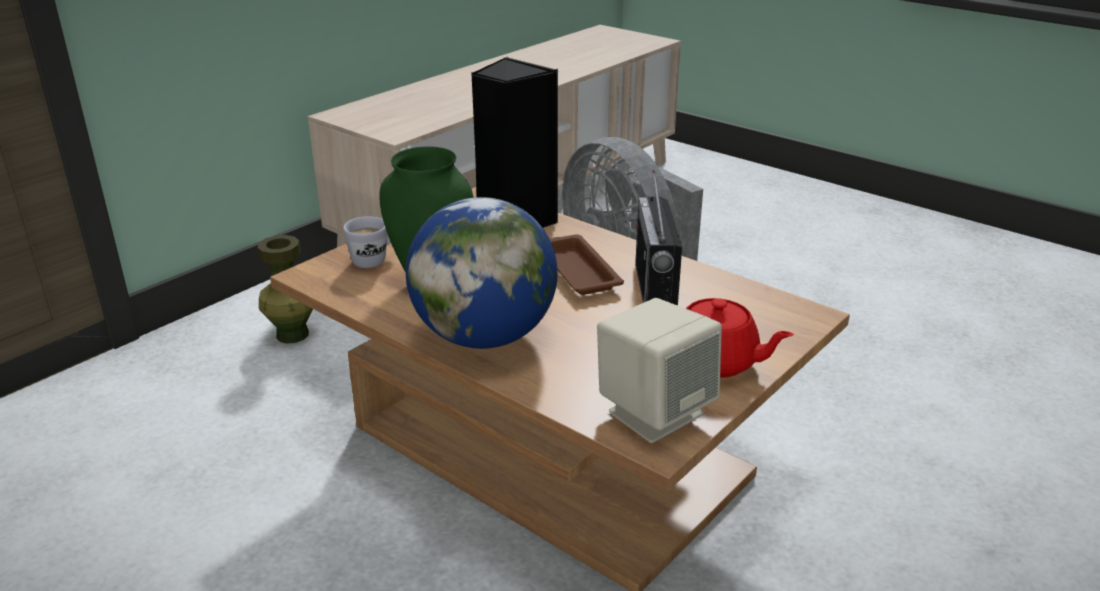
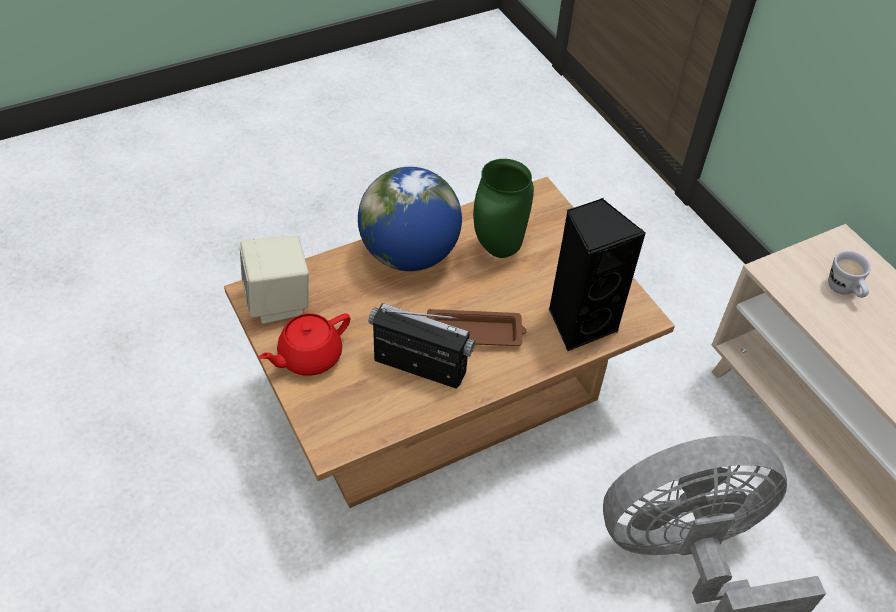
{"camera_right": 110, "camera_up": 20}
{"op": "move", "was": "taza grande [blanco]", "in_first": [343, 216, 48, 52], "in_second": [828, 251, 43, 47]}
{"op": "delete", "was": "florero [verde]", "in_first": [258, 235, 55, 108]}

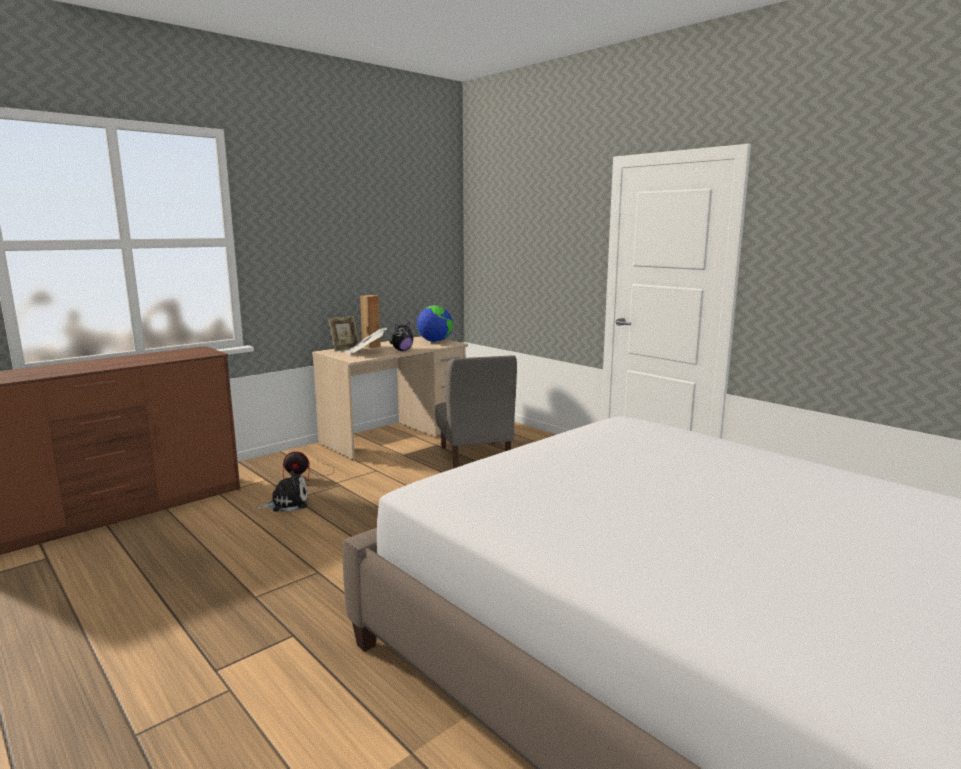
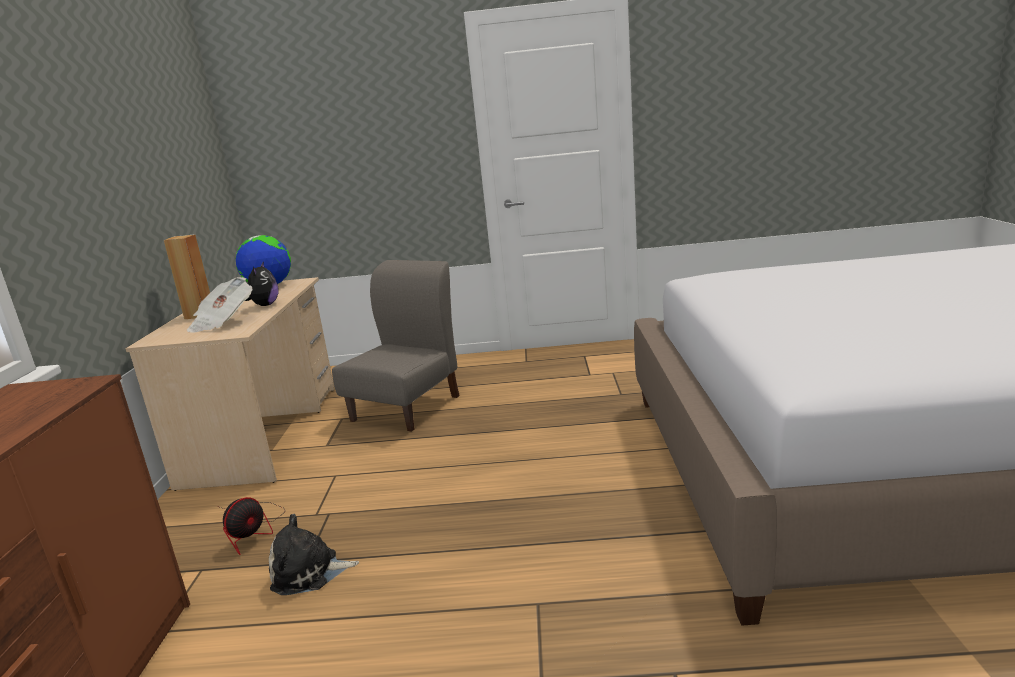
{"camera_right": -45, "camera_up": 5}
{"op": "rotate", "was": "peluche", "in_first": [256, 470, 52, 42], "in_second": [269, 514, 90, 81], "clockwise": -120}
{"op": "rotate", "was": "silla [gris]", "in_first": [435, 355, 82, 113], "in_second": [332, 260, 128, 172], "clockwise": -90}
{"op": "delete", "was": "portarretratos", "in_first": [328, 316, 31, 36]}

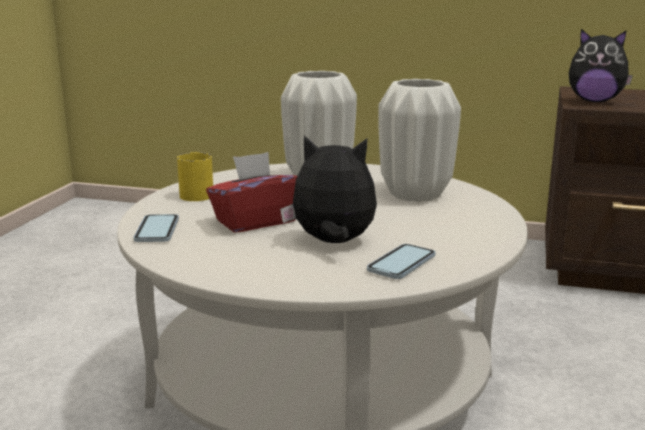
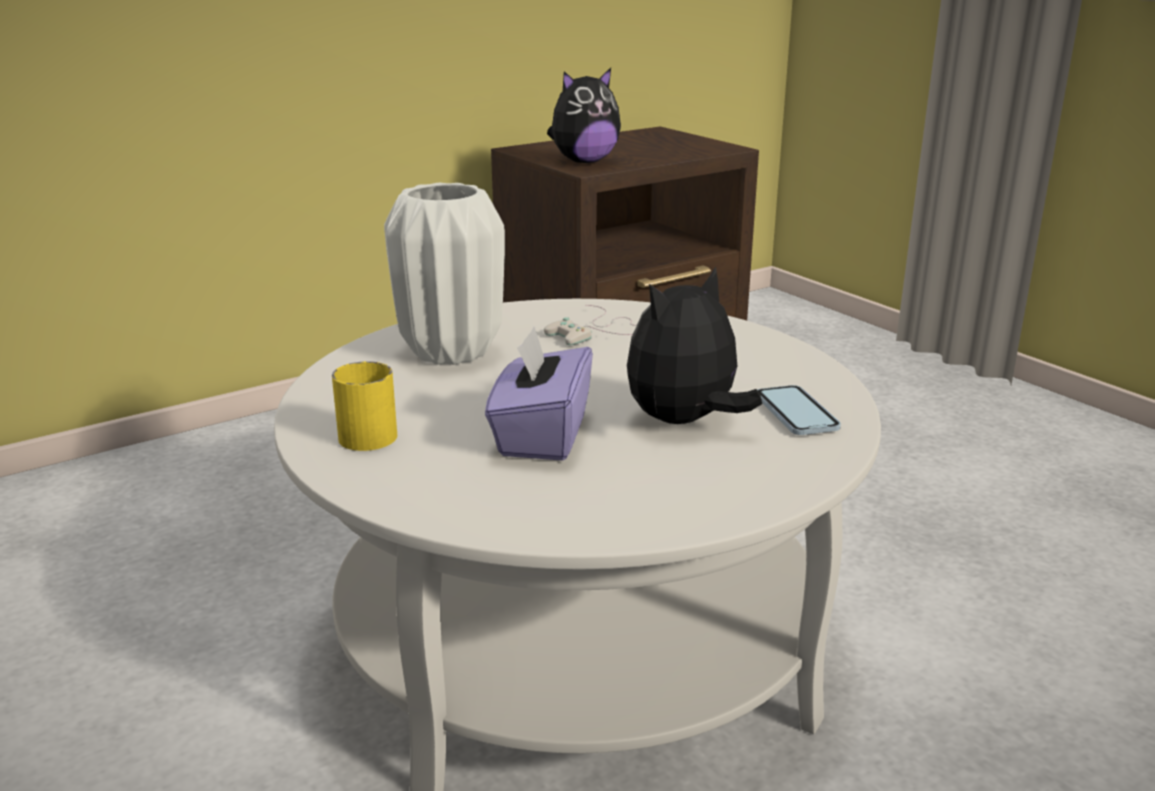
{"camera_right": -50, "camera_up": 5}
{"op": "recolor", "was": "caja de pañuelos [rojo]", "now": "caja de pañuelos [morado]", "in_first": [206, 152, 91, 81], "in_second": [485, 327, 108, 134]}
{"op": "replace", "was": "florero [blanco]", "now": "mando de consola [blanco]", "in_first": [378, 79, 83, 123], "in_second": [544, 305, 93, 40]}
{"op": "delete", "was": "móvil", "in_first": [134, 214, 45, 28]}

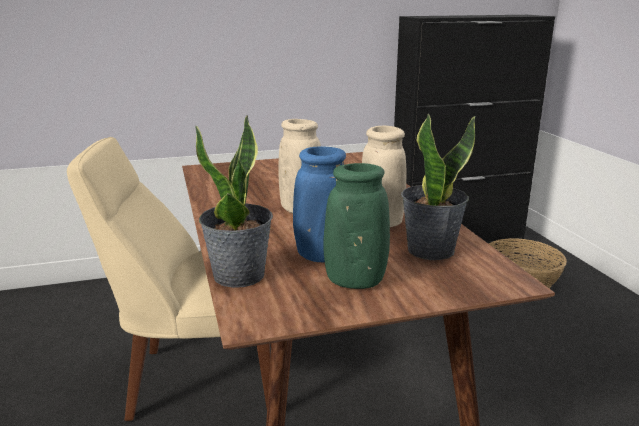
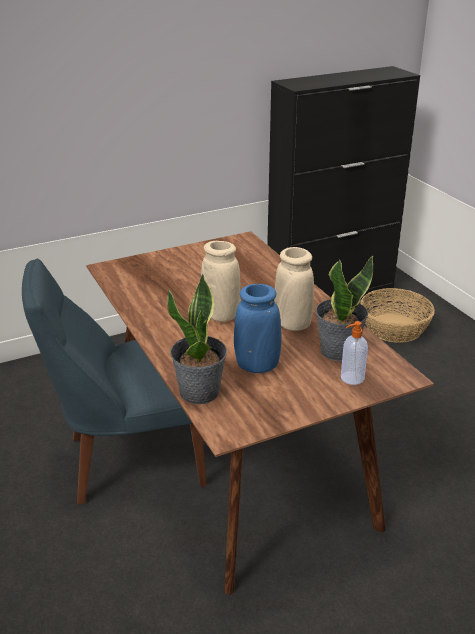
{"camera_right": -10, "camera_up": 10}
{"op": "recolor", "was": "silla [beis]", "now": "silla [azul]", "in_first": [67, 137, 205, 284], "in_second": [22, 259, 185, 245]}
{"op": "insert", "now": "dispensador de jabón", "in_second": [341, 321, 27, 64]}
{"op": "delete", "was": "florero [verde]", "in_first": [324, 163, 66, 126]}

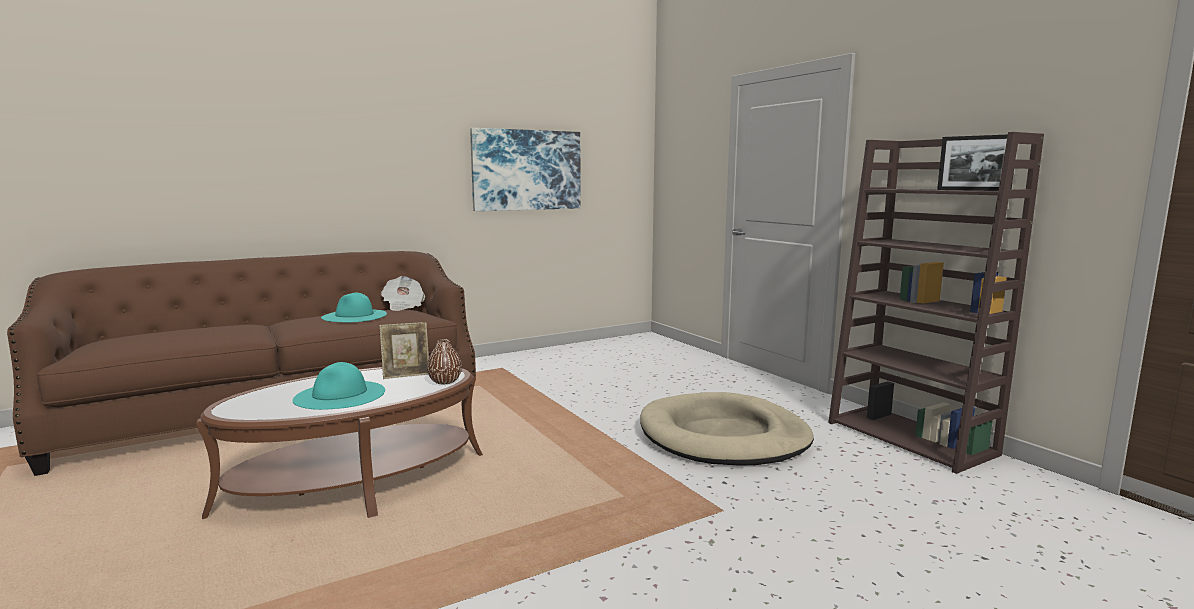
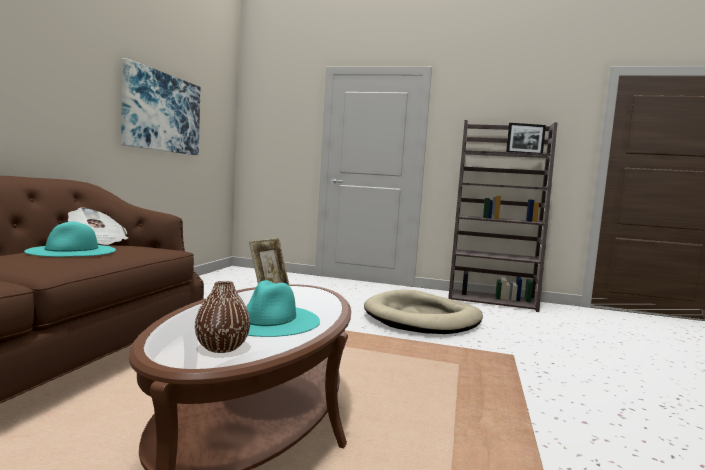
{"camera_right": -45, "camera_up": -5}
{"op": "move", "was": "florero [marrón]", "in_first": [427, 339, 35, 45], "in_second": [195, 281, 55, 72]}

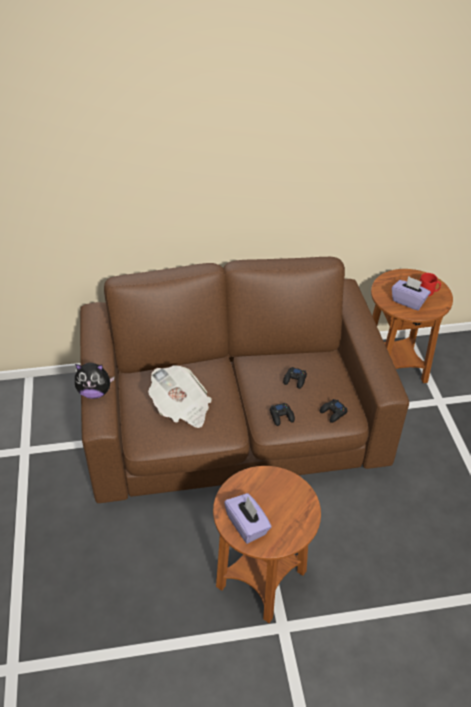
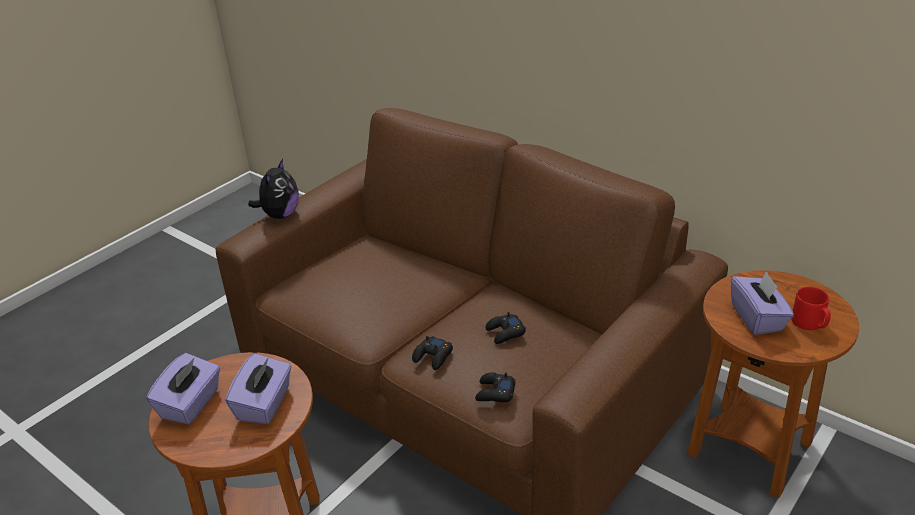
{"camera_right": 50, "camera_up": -10}
{"op": "insert", "now": "caja de pañuelos [morado]", "in_second": [226, 353, 66, 71]}
{"op": "rotate", "was": "peluche", "in_first": [75, 363, 40, 36], "in_second": [248, 159, 51, 60], "clockwise": -120}
{"op": "delete", "was": "periódico", "in_first": [148, 365, 64, 63]}

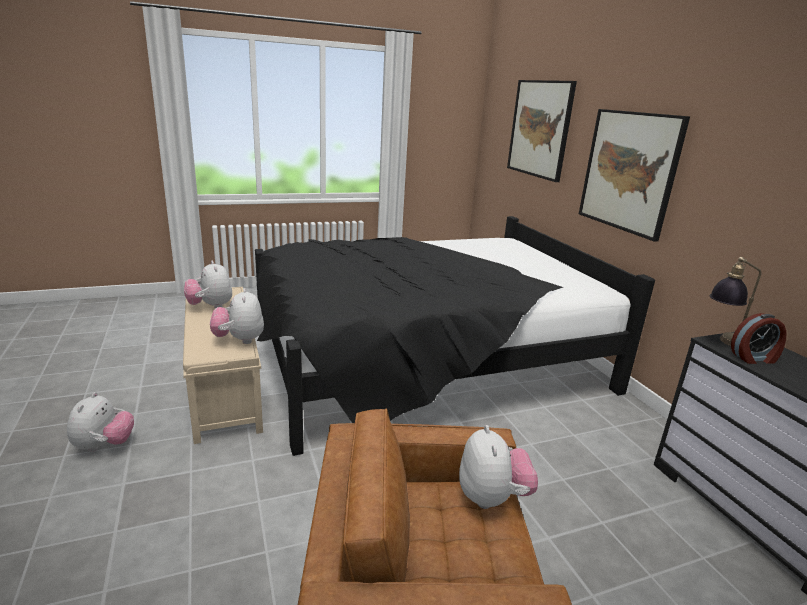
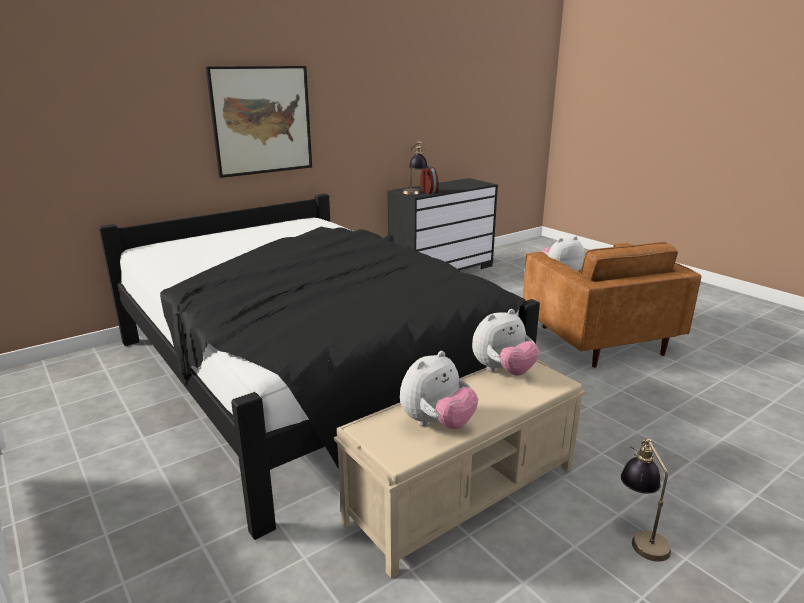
{"camera_right": -105, "camera_up": 0}
{"op": "replace", "was": "peluche", "now": "lámpara de mesa", "in_first": [67, 392, 67, 60], "in_second": [621, 438, 50, 124]}
{"op": "delete", "was": "cuadro", "in_first": [507, 80, 70, 102]}

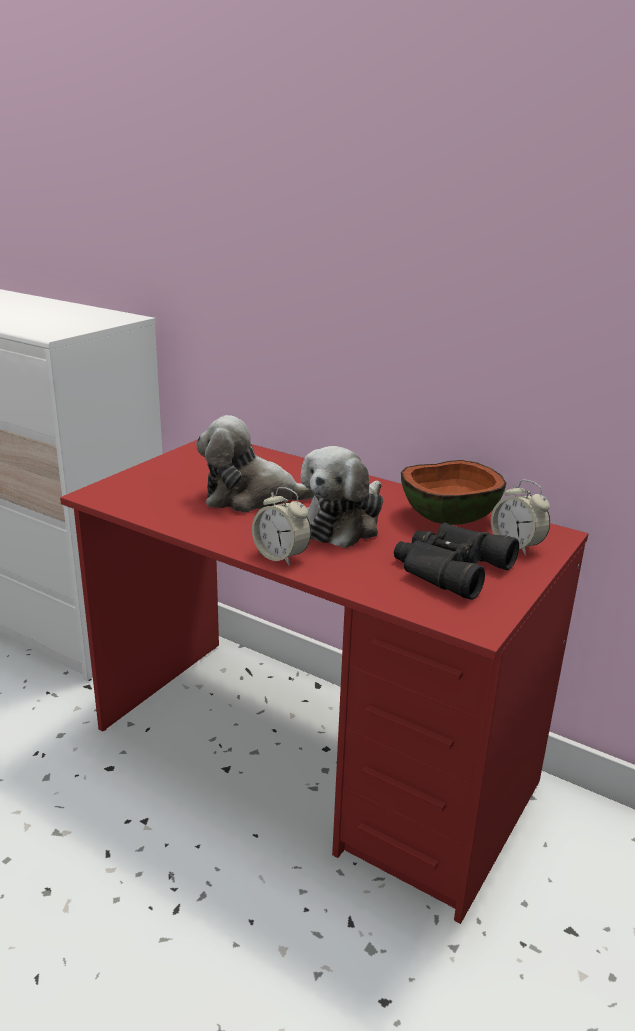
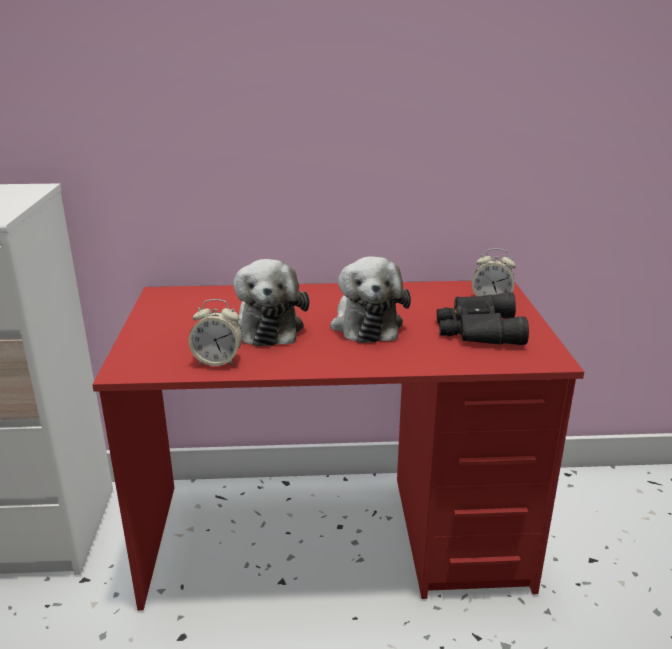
{"camera_right": -35, "camera_up": 0}
{"op": "move", "was": "despertador", "in_first": [252, 487, 59, 79], "in_second": [188, 299, 54, 67]}
{"op": "rotate", "was": "peluche", "in_first": [196, 415, 119, 97], "in_second": [234, 259, 75, 88], "clockwise": -60}
{"op": "delete", "was": "cuenco", "in_first": [401, 460, 105, 65]}

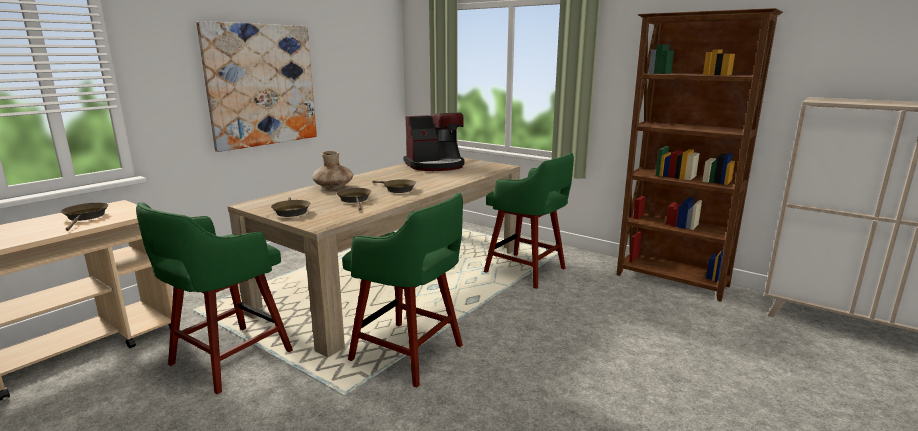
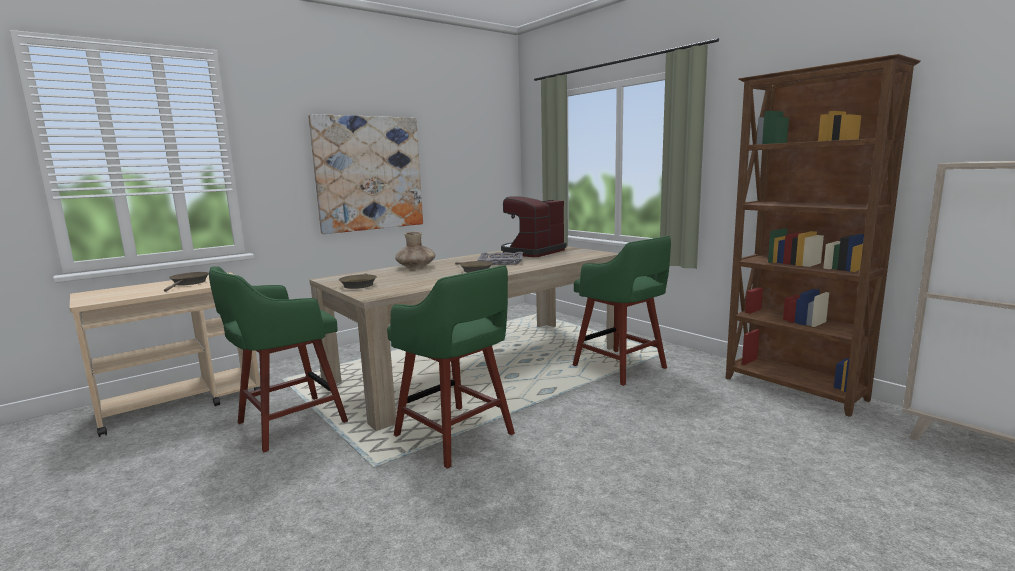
{"camera_right": 15, "camera_up": -5}
{"op": "insert", "now": "bandeja [gris]", "in_second": [478, 252, 45, 13]}
{"op": "rotate", "was": "cafetera", "in_first": [404, 113, 60, 58], "in_second": [501, 196, 66, 61], "clockwise": 135}
{"op": "delete", "was": "sartén [marrón]", "in_first": [336, 188, 35, 23]}

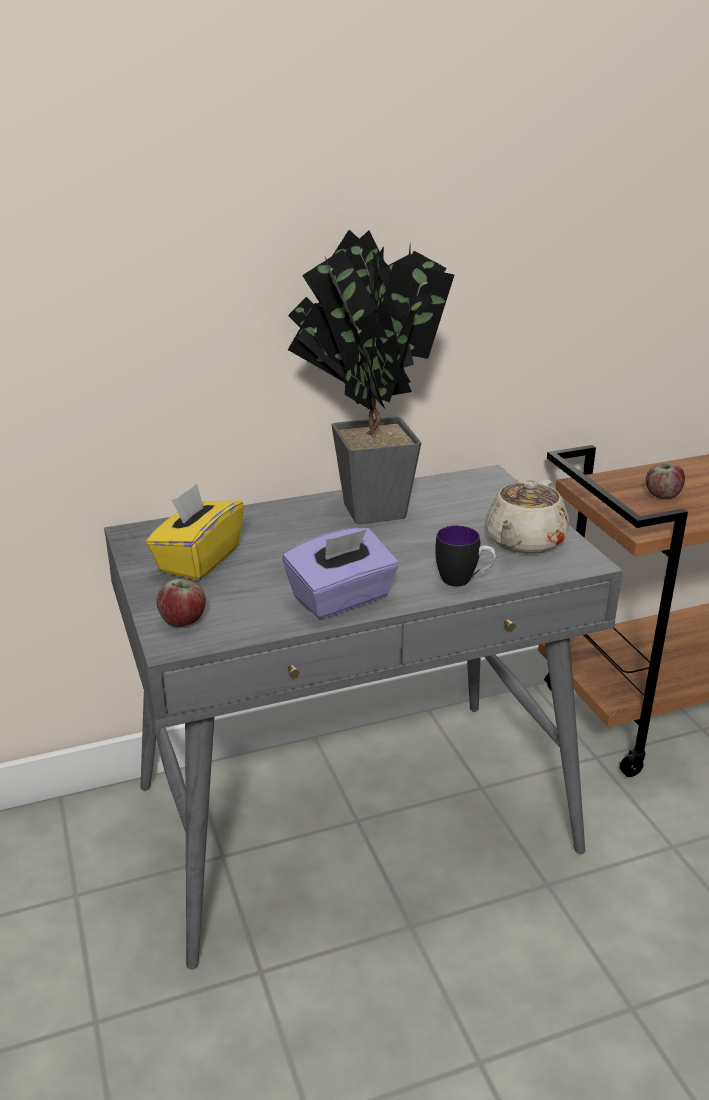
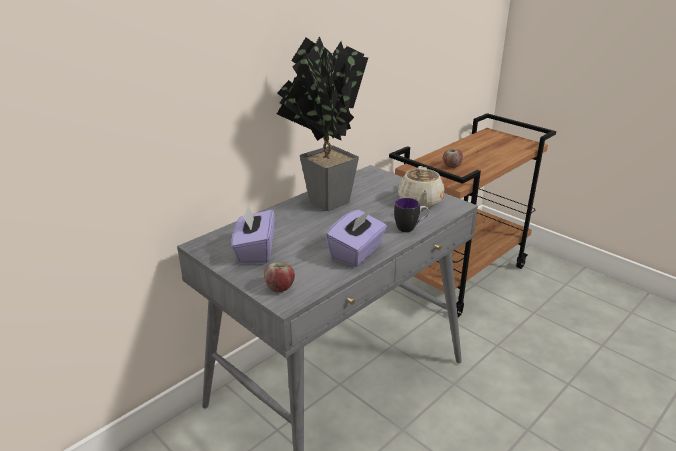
{"camera_right": -25, "camera_up": 0}
{"op": "recolor", "was": "caja de pañuelos [amarillo]", "now": "caja de pañuelos [morado]", "in_first": [146, 484, 98, 96], "in_second": [231, 205, 44, 58]}

